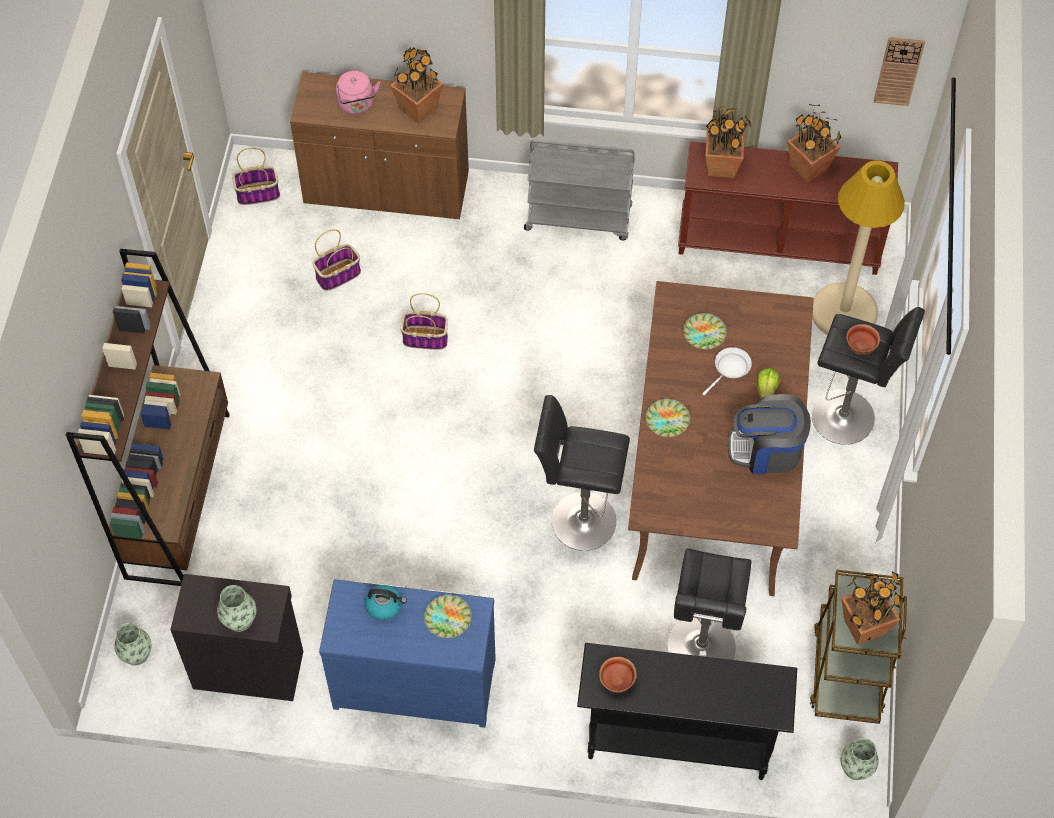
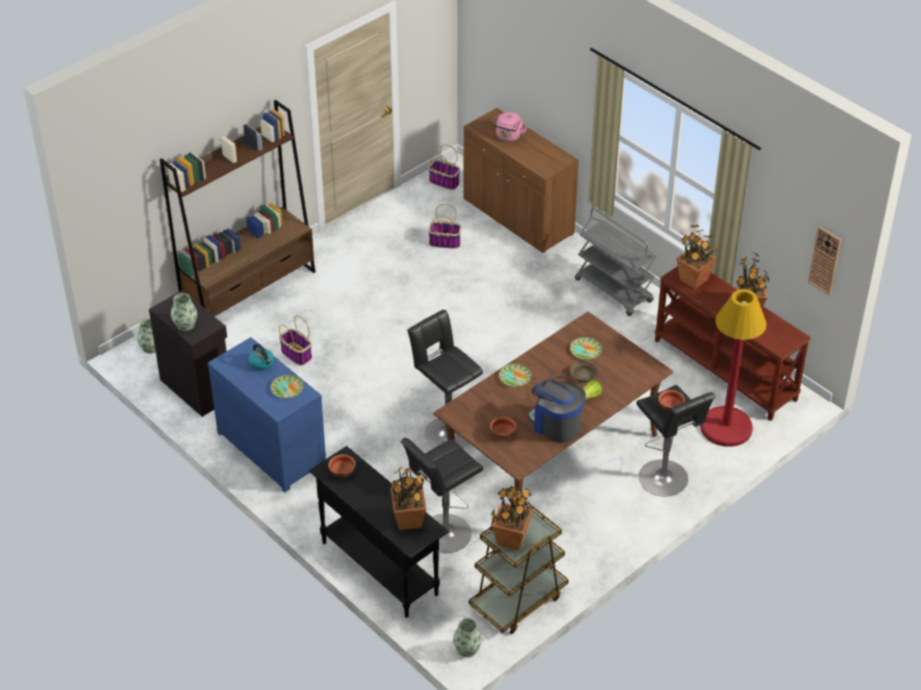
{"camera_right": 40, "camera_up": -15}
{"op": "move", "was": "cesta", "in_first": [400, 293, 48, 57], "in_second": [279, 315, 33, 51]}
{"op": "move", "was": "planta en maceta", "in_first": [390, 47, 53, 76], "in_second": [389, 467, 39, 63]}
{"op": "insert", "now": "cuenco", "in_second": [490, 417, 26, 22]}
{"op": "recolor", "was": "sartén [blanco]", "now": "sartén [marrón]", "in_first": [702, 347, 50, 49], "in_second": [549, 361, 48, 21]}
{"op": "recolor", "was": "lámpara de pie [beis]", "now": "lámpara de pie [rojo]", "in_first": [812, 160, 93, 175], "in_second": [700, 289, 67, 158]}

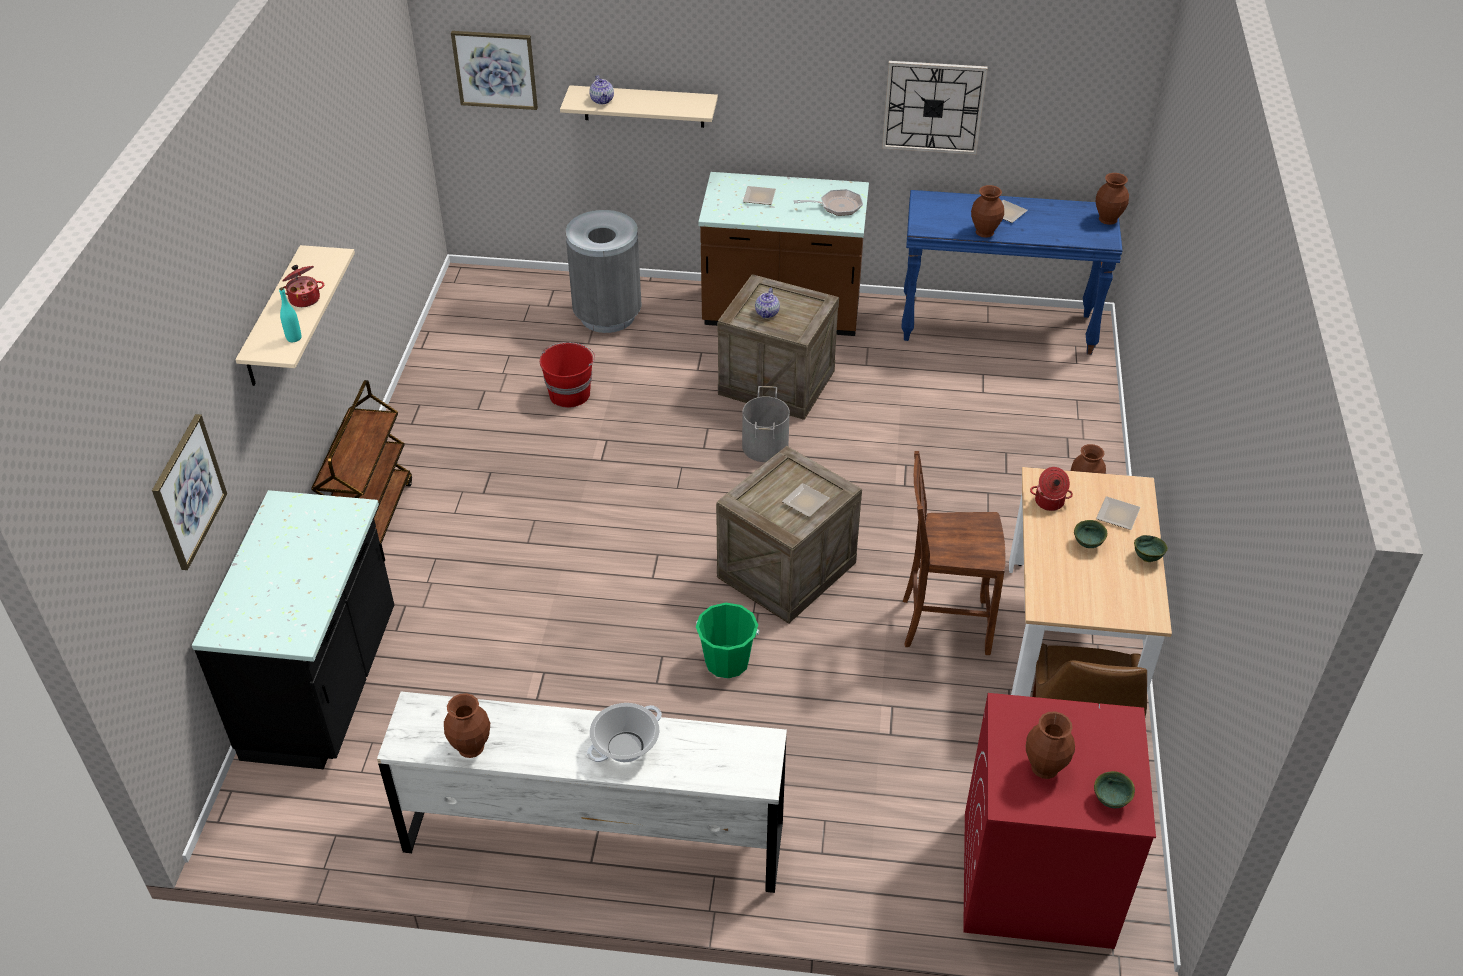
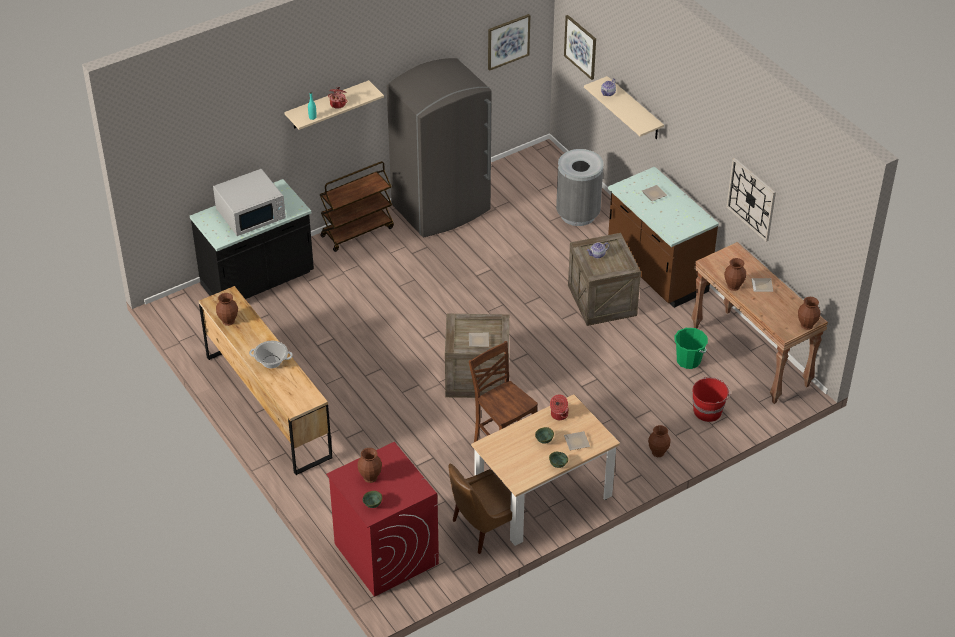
{"camera_right": 50, "camera_up": 0}
{"op": "recolor", "was": "cómoda [blanco]", "now": "cómoda [marrón]", "in_first": [377, 692, 410, 201], "in_second": [199, 286, 133, 189]}
{"op": "insert", "now": "microondas [blanco]", "in_second": [213, 169, 73, 67]}
{"op": "insert", "now": "nevera [gris]", "in_second": [387, 58, 105, 180]}
{"op": "move", "was": "cuadro", "in_first": [152, 414, 75, 156], "in_second": [488, 14, 42, 57]}
{"op": "move", "was": "cubo [verde]", "in_first": [696, 603, 64, 75], "in_second": [674, 328, 34, 41]}
{"op": "recolor", "was": "mesa consola [azul]", "now": "mesa consola [marrón]", "in_first": [901, 190, 222, 165], "in_second": [691, 242, 137, 162]}
{"op": "move", "was": "cubo [rojo]", "in_first": [540, 342, 55, 66], "in_second": [692, 377, 38, 45]}
{"op": "delete", "was": "cubo [gris]", "in_first": [742, 386, 48, 76]}
{"op": "delete", "was": "sartén", "in_first": [794, 189, 69, 27]}

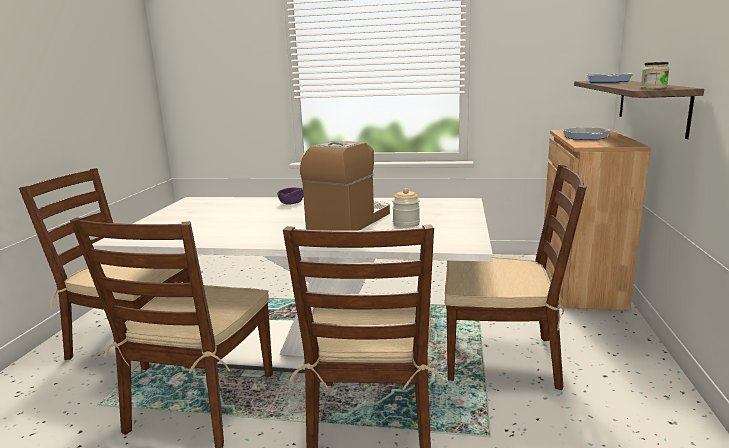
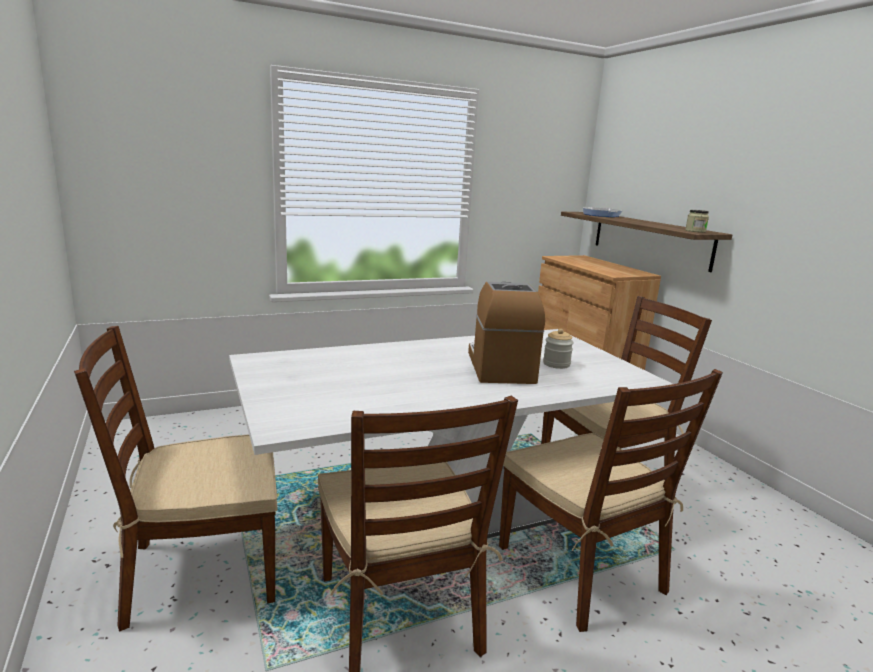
{"camera_right": -35, "camera_up": 0}
{"op": "delete", "was": "cuenco [morado]", "in_first": [277, 187, 26, 18]}
{"op": "delete", "was": "sartén", "in_first": [562, 127, 49, 13]}

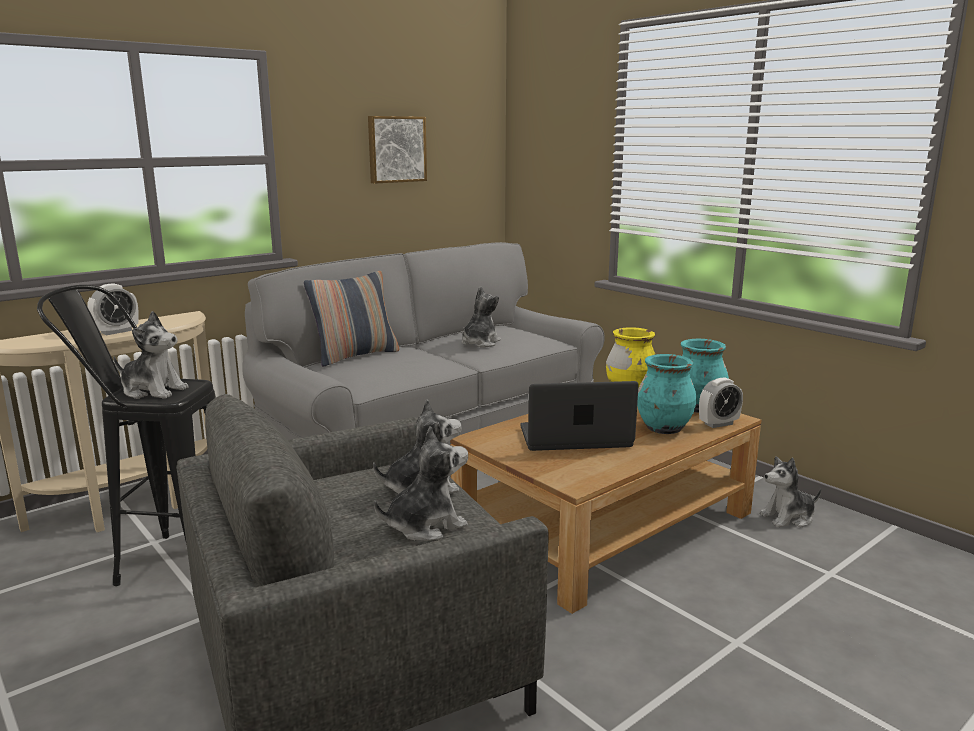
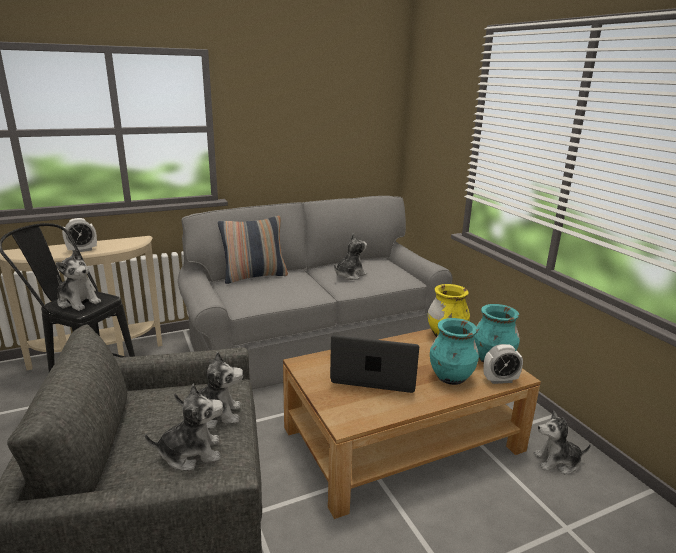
{"camera_right": 15, "camera_up": 5}
{"op": "delete", "was": "cuadro", "in_first": [368, 116, 59, 68]}

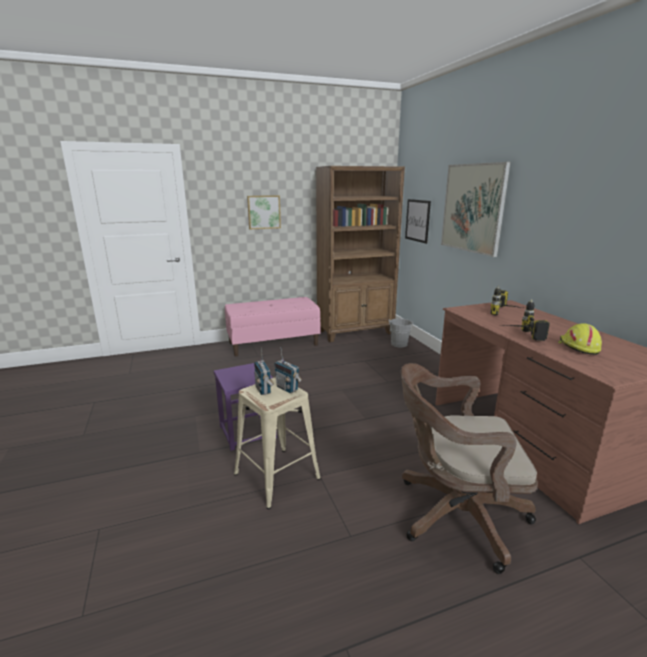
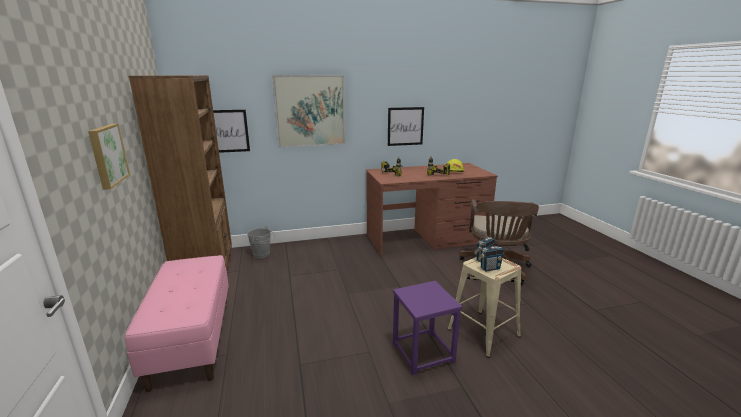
{"camera_right": -85, "camera_up": 0}
{"op": "insert", "now": "cuadro", "in_second": [388, 107, 36, 39]}

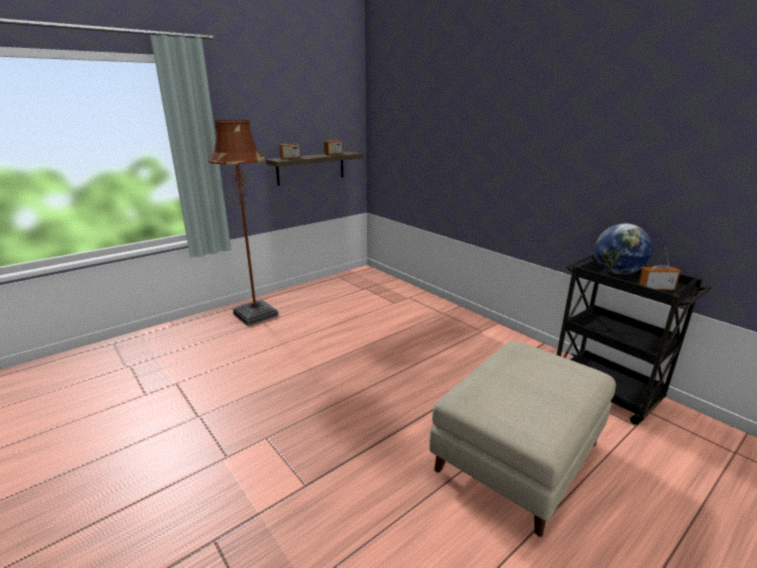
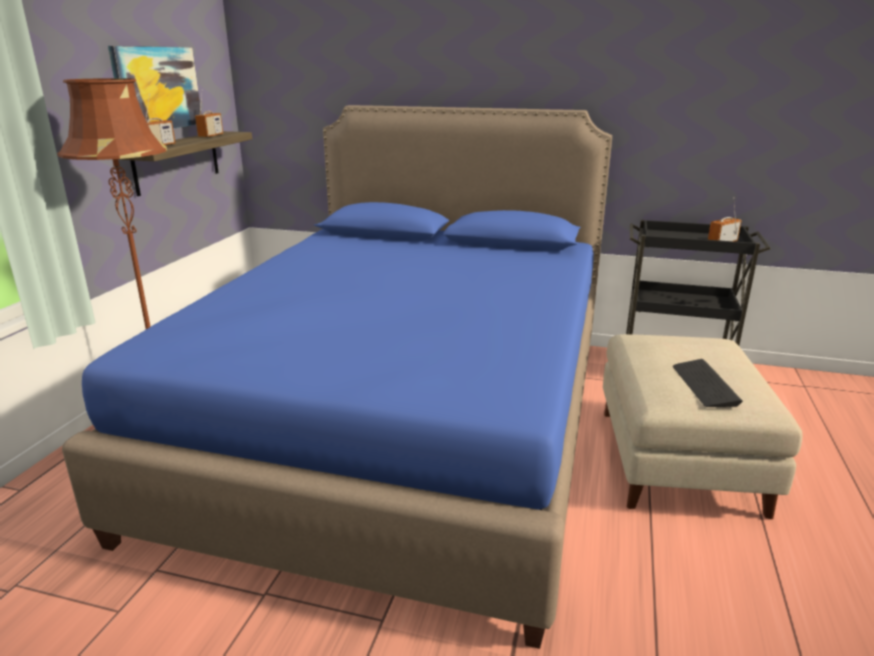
{"camera_right": -35, "camera_up": 0}
{"op": "insert", "now": "cama [azul]", "in_second": [62, 105, 550, 544]}
{"op": "insert", "now": "cuadro", "in_second": [108, 46, 94, 82]}
{"op": "insert", "now": "teclado", "in_second": [673, 359, 70, 48]}
{"op": "delete", "was": "globo terráqueo", "in_first": [595, 223, 58, 51]}

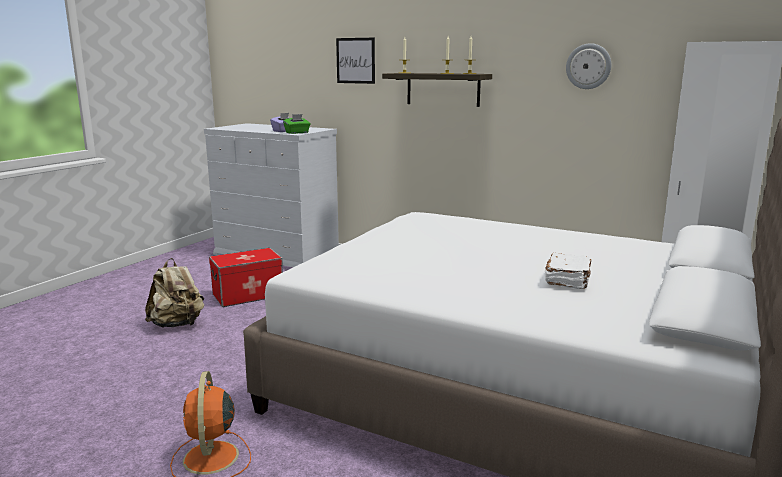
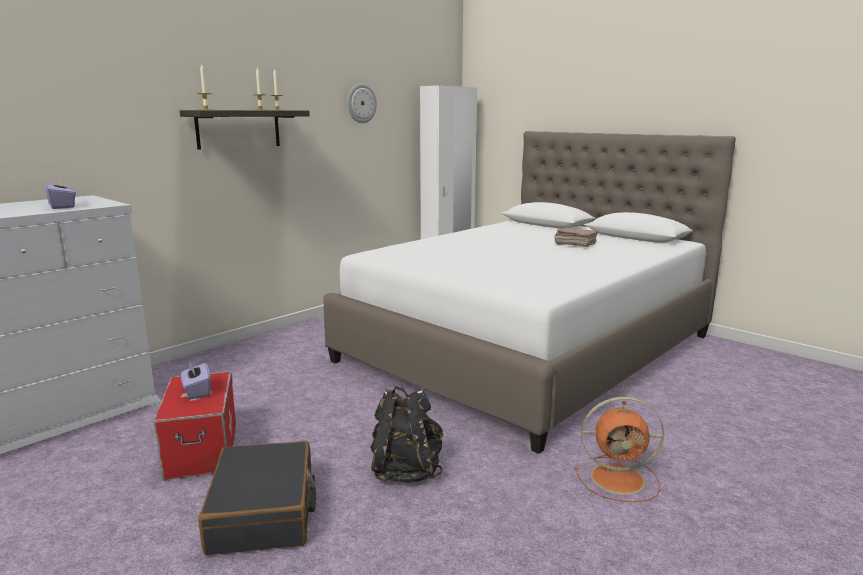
{"camera_right": -75, "camera_up": 0}
{"op": "insert", "now": "caja de pañuelos [morado]", "in_second": [181, 360, 30, 39]}
{"op": "replace", "was": "mochila [beis]", "now": "maleta [negro]", "in_first": [145, 258, 59, 70], "in_second": [198, 440, 118, 115]}
{"op": "insert", "now": "mochila [negro]", "in_second": [370, 386, 73, 97]}
{"op": "recolor", "was": "libro [blanco]", "now": "libro [marrón]", "in_first": [545, 253, 46, 36], "in_second": [555, 228, 43, 19]}
{"op": "delete", "was": "caja de pañuelos [verde]", "in_first": [283, 114, 27, 20]}
{"op": "delete", "was": "cuadro", "in_first": [336, 38, 39, 46]}

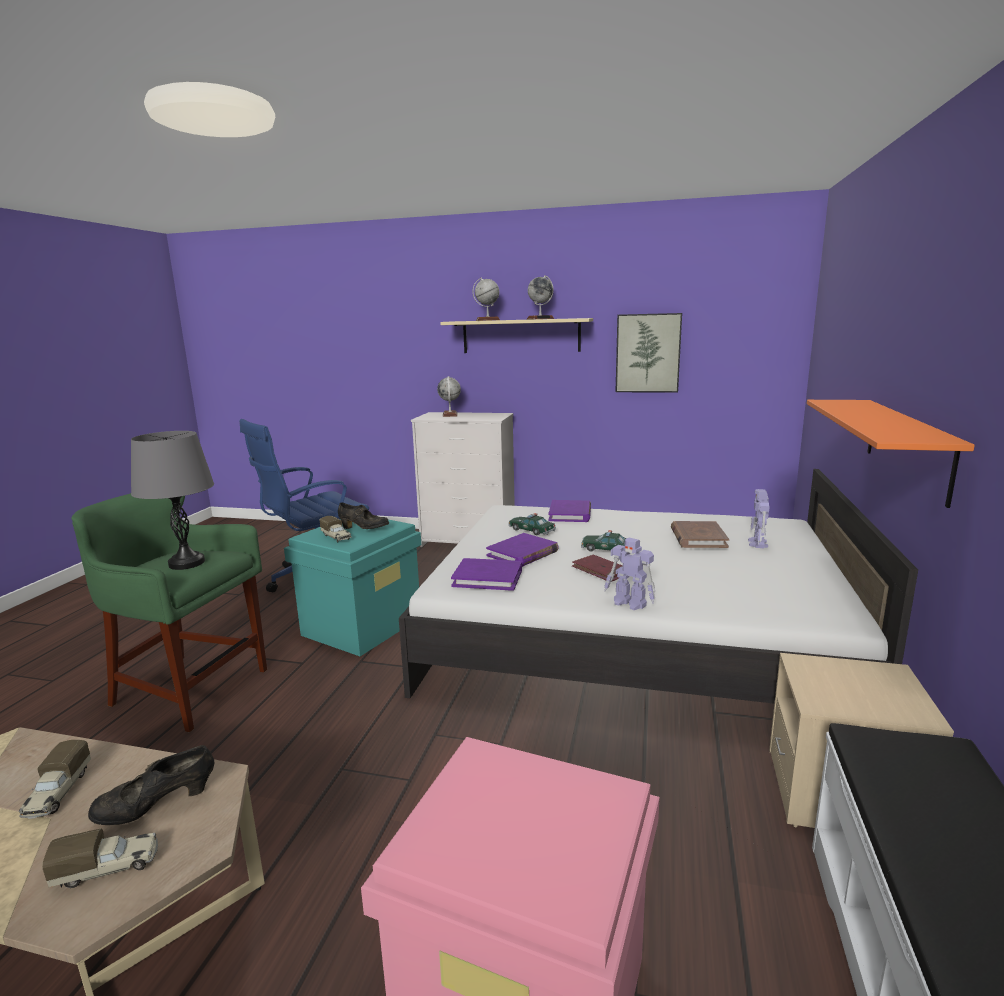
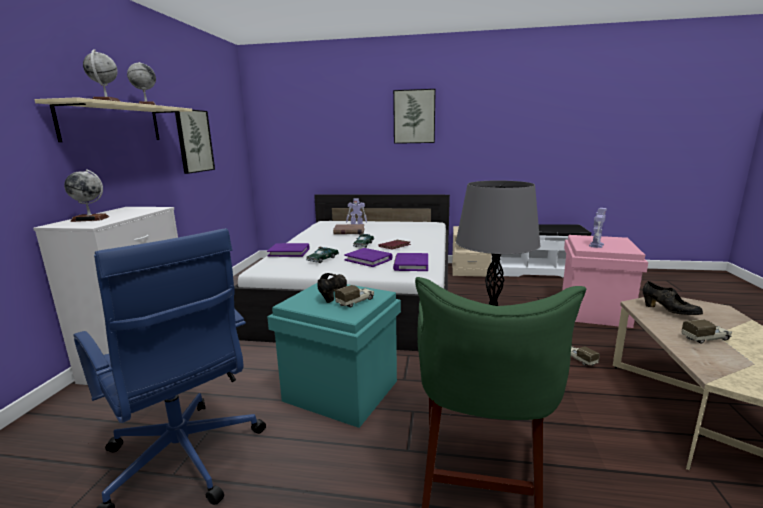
{"camera_right": -95, "camera_up": 0}
{"op": "insert", "now": "cuadro", "in_second": [393, 89, 43, 55]}
{"op": "move", "was": "camión de juguete", "in_first": [42, 828, 116, 60], "in_second": [571, 346, 29, 20]}
{"op": "move", "was": "robot de juguete", "in_first": [604, 537, 51, 73], "in_second": [589, 208, 18, 40]}
{"op": "delete", "was": "estante [naranja]", "in_first": [807, 400, 168, 108]}

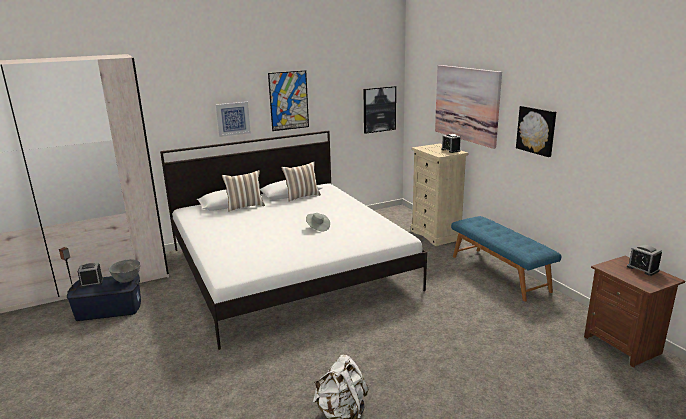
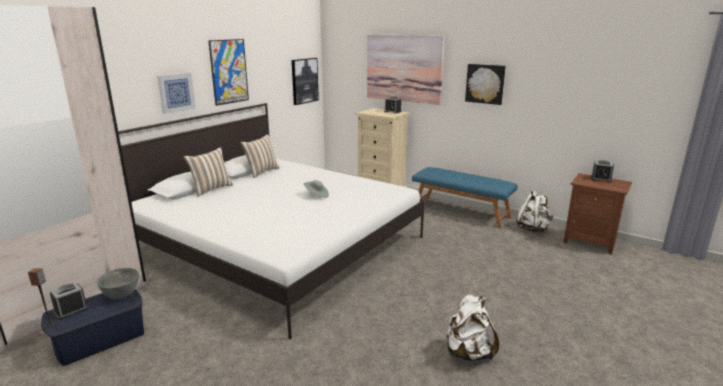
{"camera_right": -30, "camera_up": 0}
{"op": "insert", "now": "mochila [blanco]", "in_second": [516, 190, 37, 42]}

